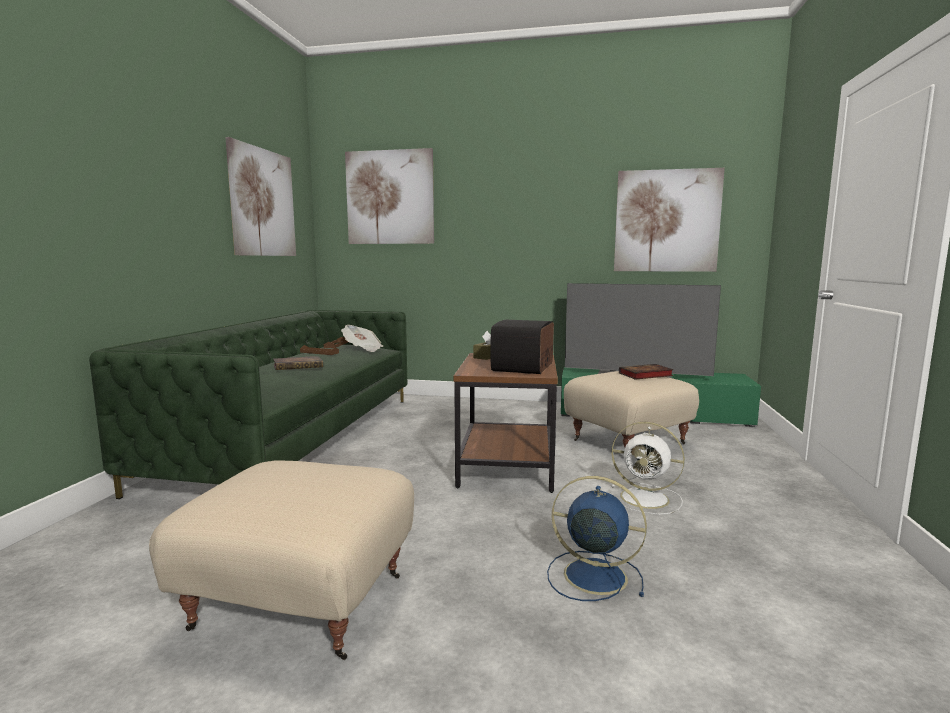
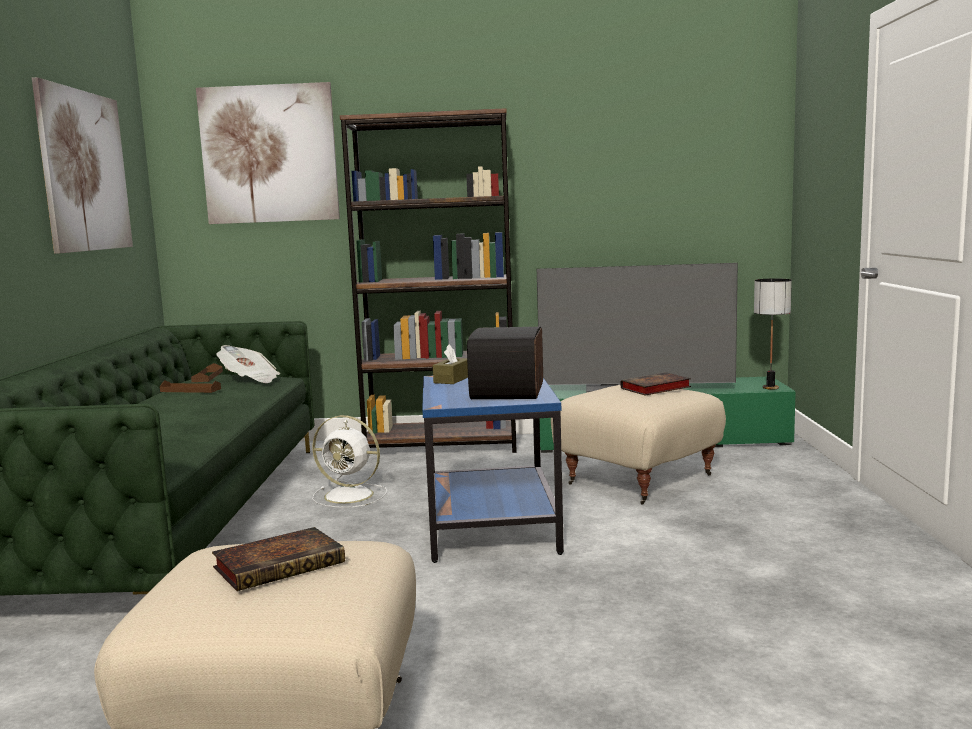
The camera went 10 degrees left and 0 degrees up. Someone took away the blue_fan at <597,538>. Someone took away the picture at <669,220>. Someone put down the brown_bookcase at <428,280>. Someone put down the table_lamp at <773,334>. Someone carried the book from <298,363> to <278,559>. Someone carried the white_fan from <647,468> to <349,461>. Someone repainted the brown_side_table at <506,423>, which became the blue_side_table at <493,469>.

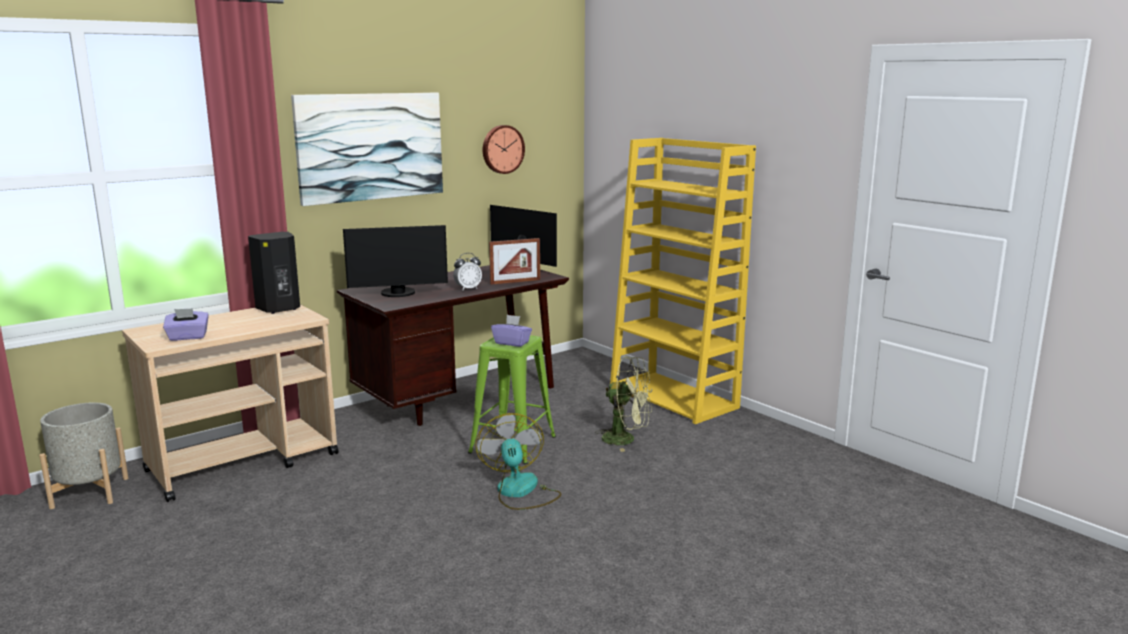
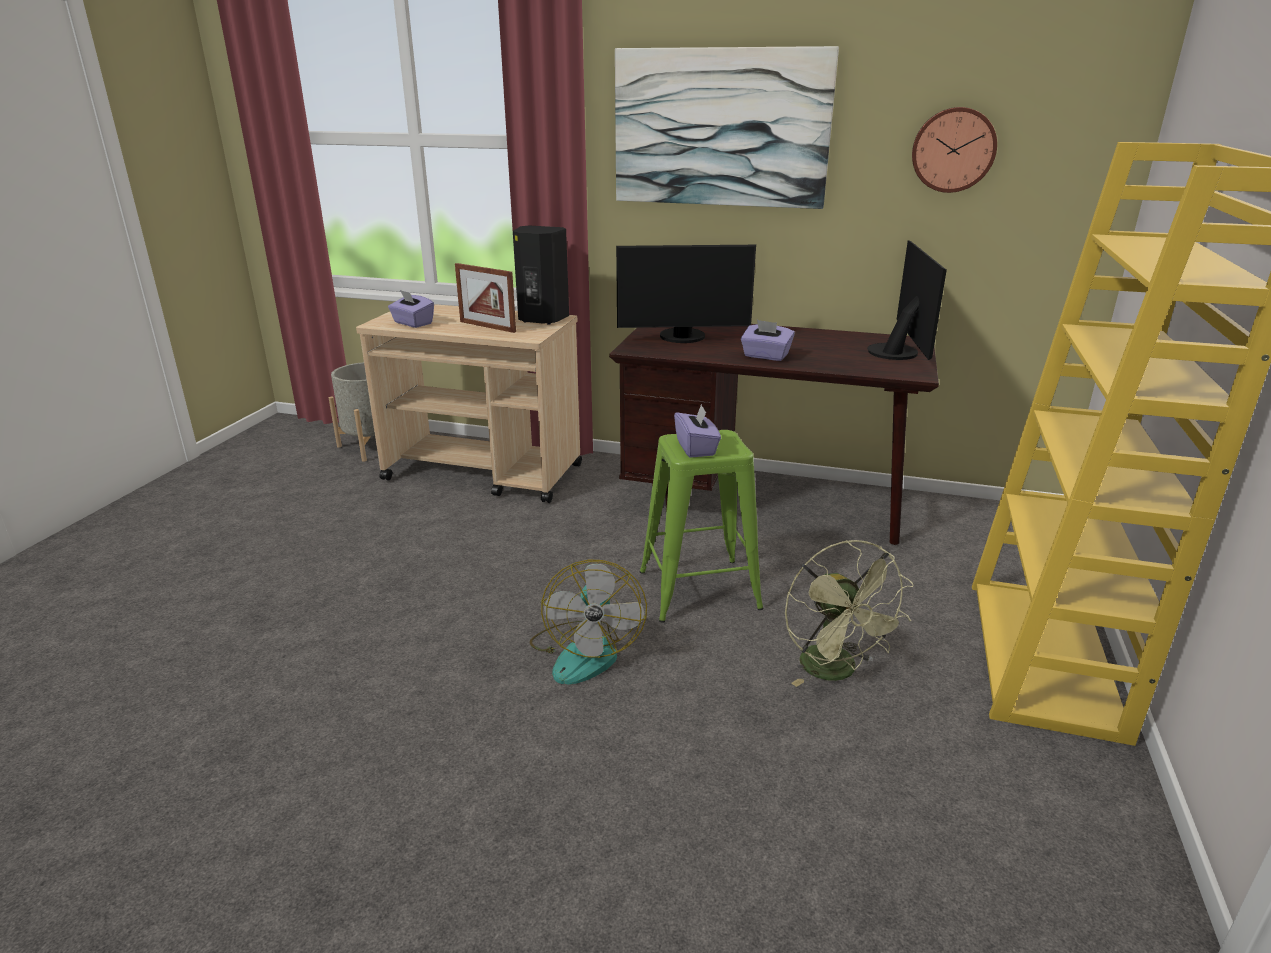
The camera went 55 degrees right and 10 degrees up. Someone carried the picture_frame from <514,261> to <485,298>. Someone swapped the alarm_clock at <467,272> for the purple_tissue_box at <768,340>. Someone rotated the monitor at <395,261> by 45 degrees counterclockwise. Someone rotated the fan at <518,461> by 135 degrees clockwise.

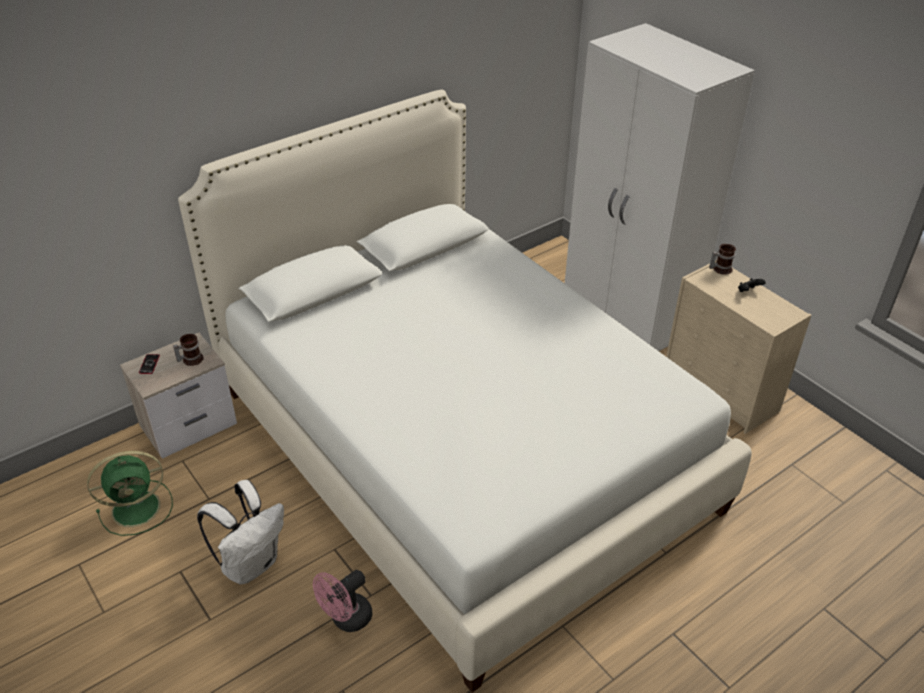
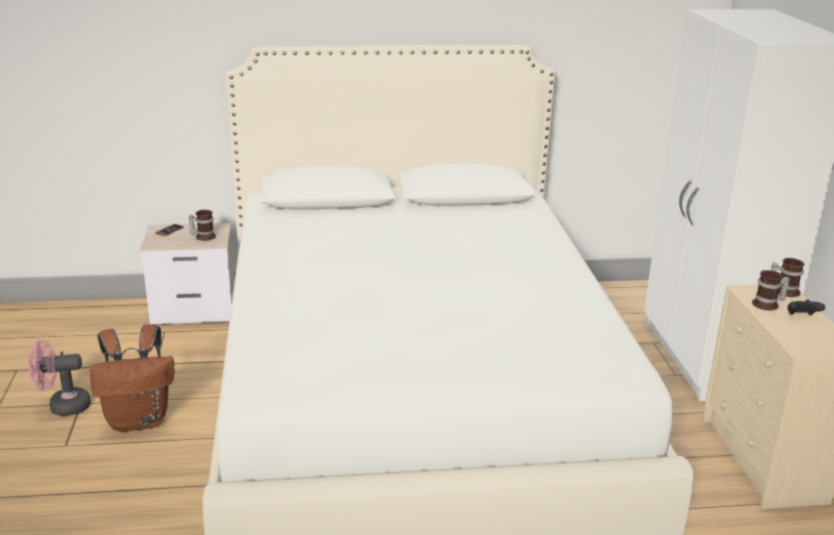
The camera went 30 degrees right and 15 degrees down. Someone took away the green_fan at <130,493>. Someone put down the mug at <771,290>. Someone carried the pink_fan from <342,601> to <60,377>. Someone repainted the white_backpack at <240,532>, which became the brown_backpack at <131,378>.

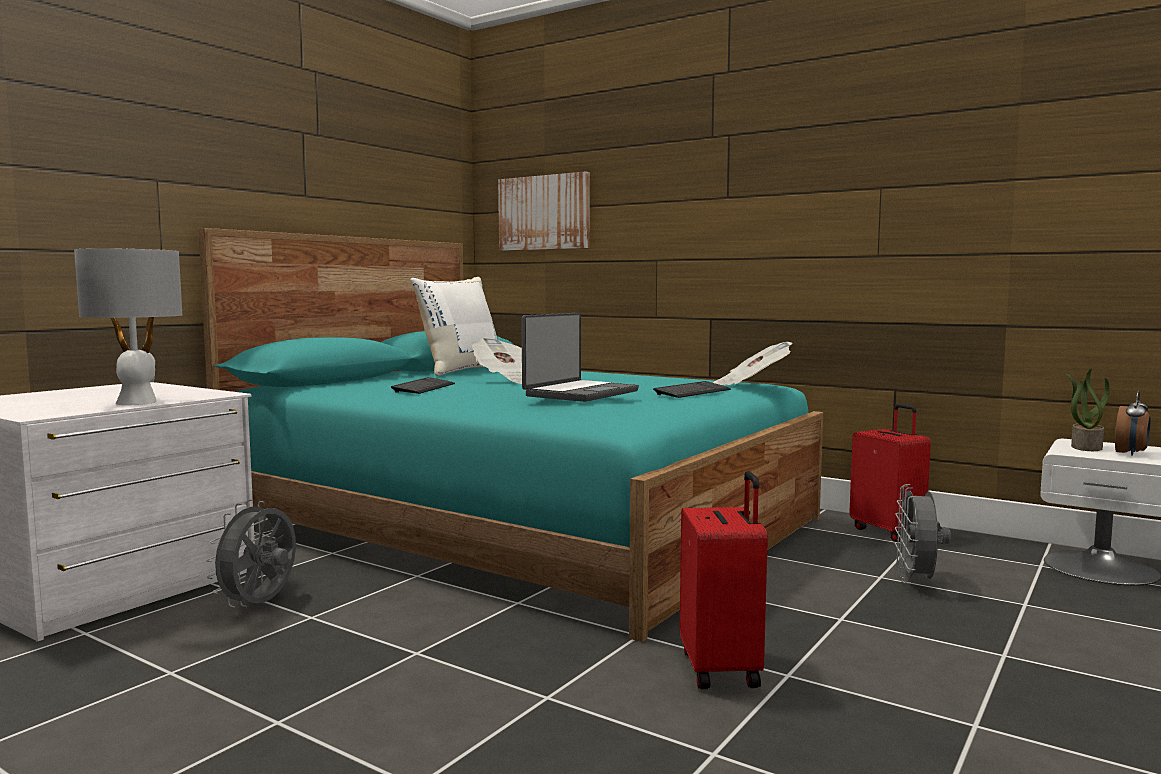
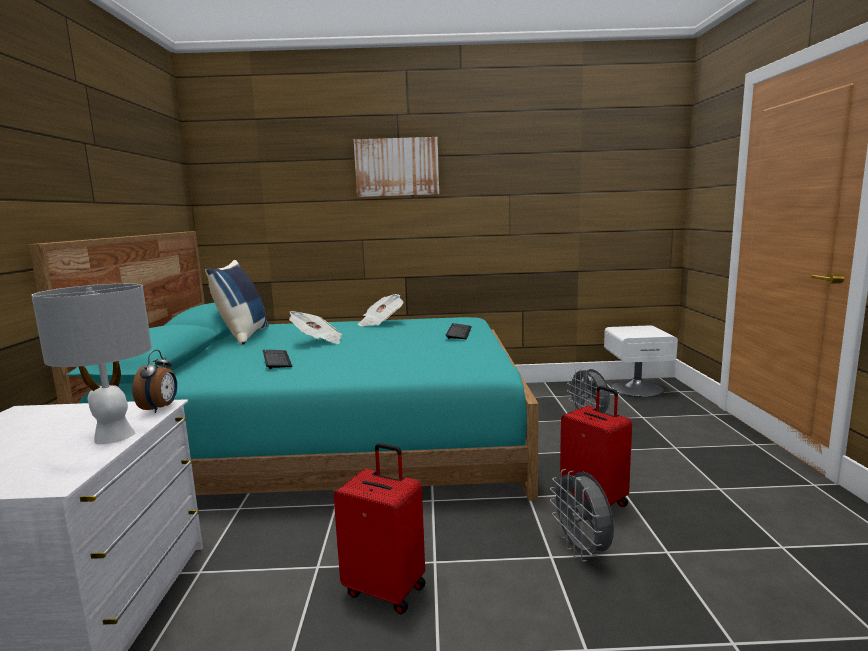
The camera went 35 degrees left and 5 degrees up. Someone took away the laptop at <580,357>. Someone took away the potted_plant at <1088,409>. Someone carried the grey_fan from <251,554> to <582,515>. Someone carried the picture from <544,211> to <396,167>. Someone carried the newspaper from <753,363> to <381,310>. Someone carried the red_suitcase from <890,473> to <380,528>. Someone carried the alarm_clock from <1132,423> to <154,381>. Someone repainted the white_pillow at <454,326>, which became the blue_pillow at <237,302>.

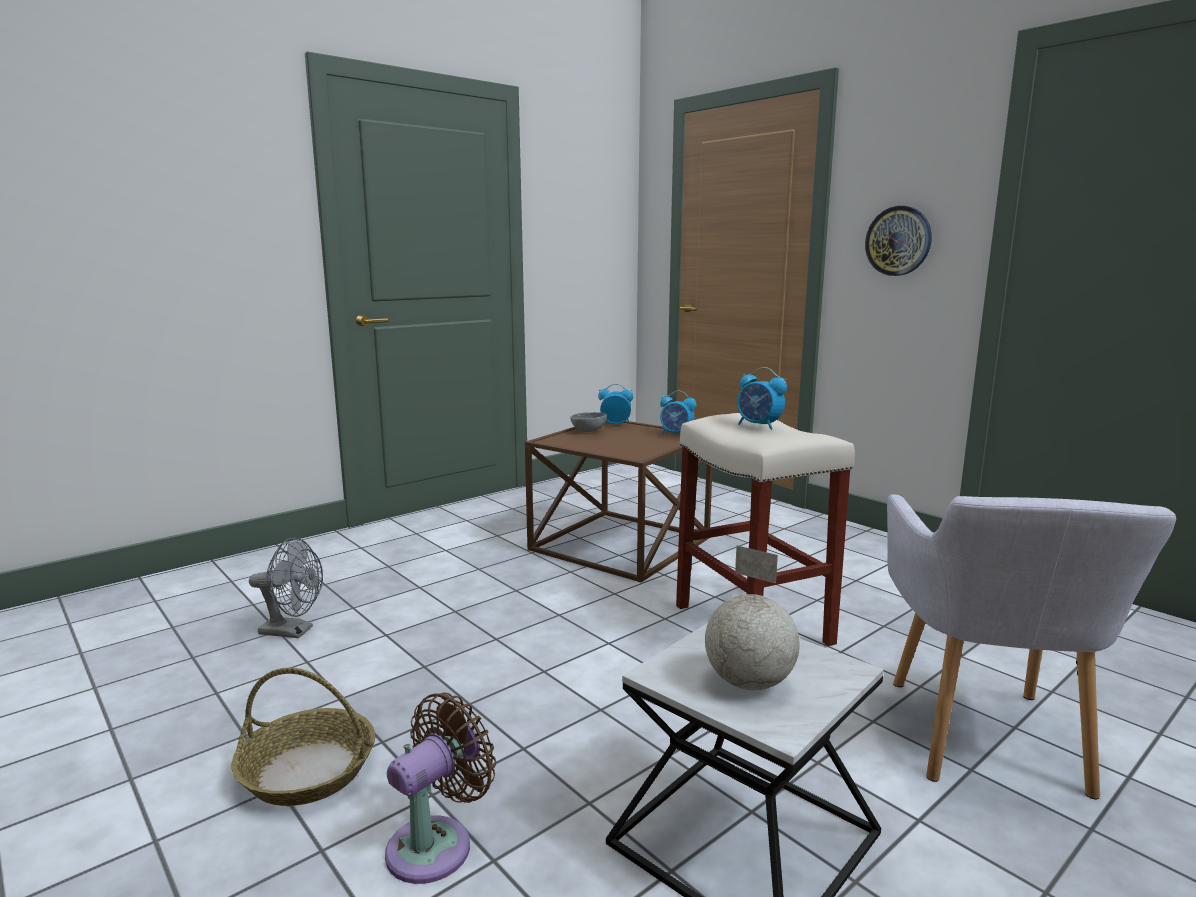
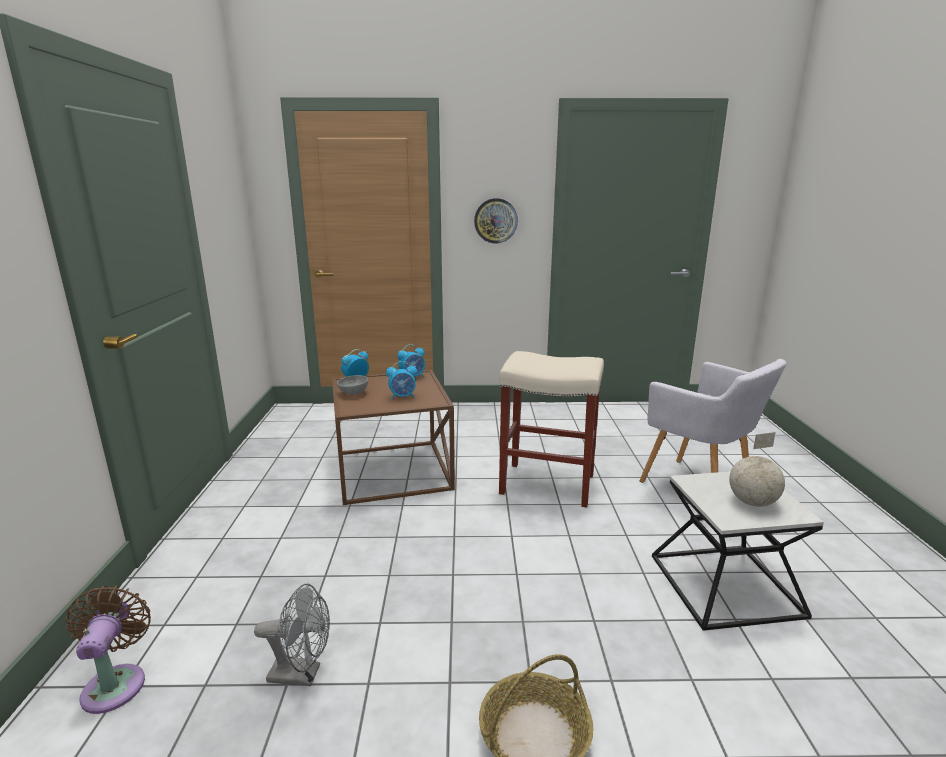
The camera went 50 degrees left and 5 degrees up. Someone carried the brown_fan from <440,788> to <108,650>. Someone carried the alarm_clock from <762,398> to <401,380>. Someone rotated the grey_fan at <286,588> by 45 degrees clockwise.

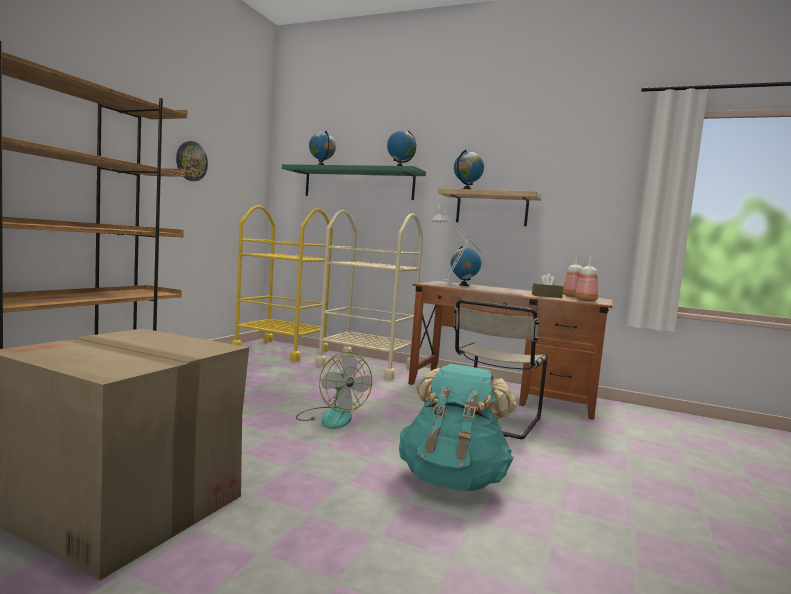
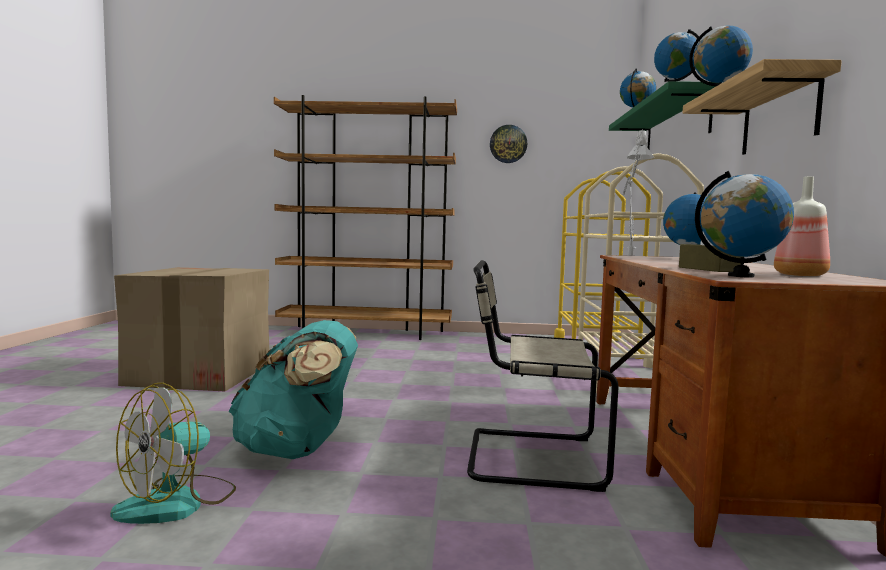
The camera went 70 degrees right and 0 degrees up. Someone carried the fan from <334,390> to <173,453>. Someone swapped the bottle at <586,278> for the globe at <744,224>.

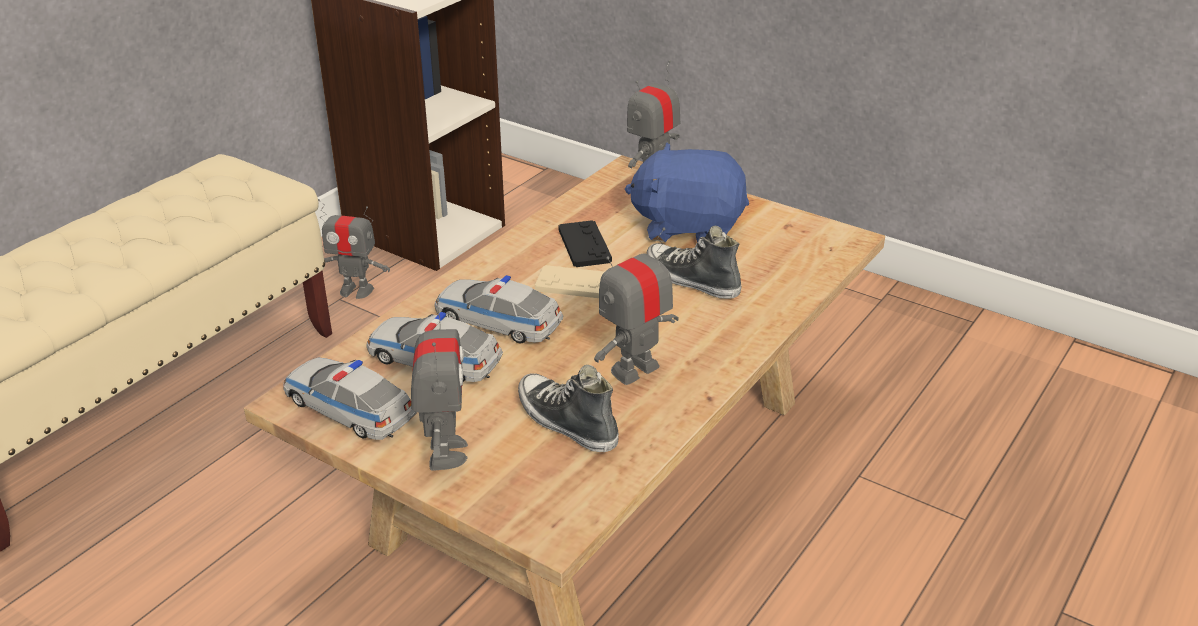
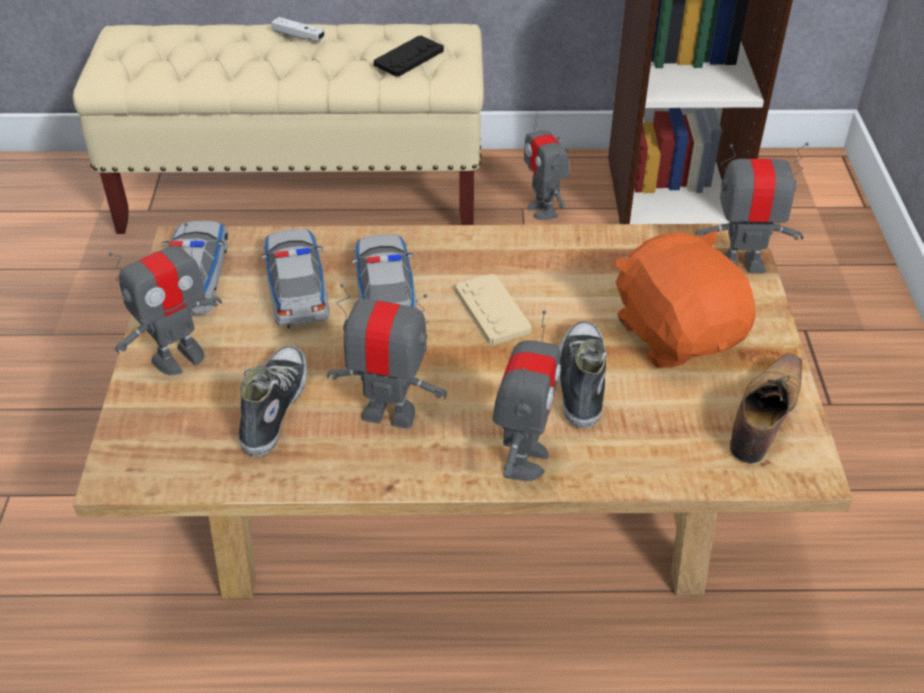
The camera went 55 degrees right and 10 degrees up. Someone put down the white_game_controller at <298,29>. Someone put down the toy_robot at <527,395>. Someone put down the shoe at <766,408>. Someone carried the black_game_controller from <585,243> to <409,56>. Someone repainted the blue_plush_toy at <687,192>, which became the orange_plush_toy at <685,299>.

